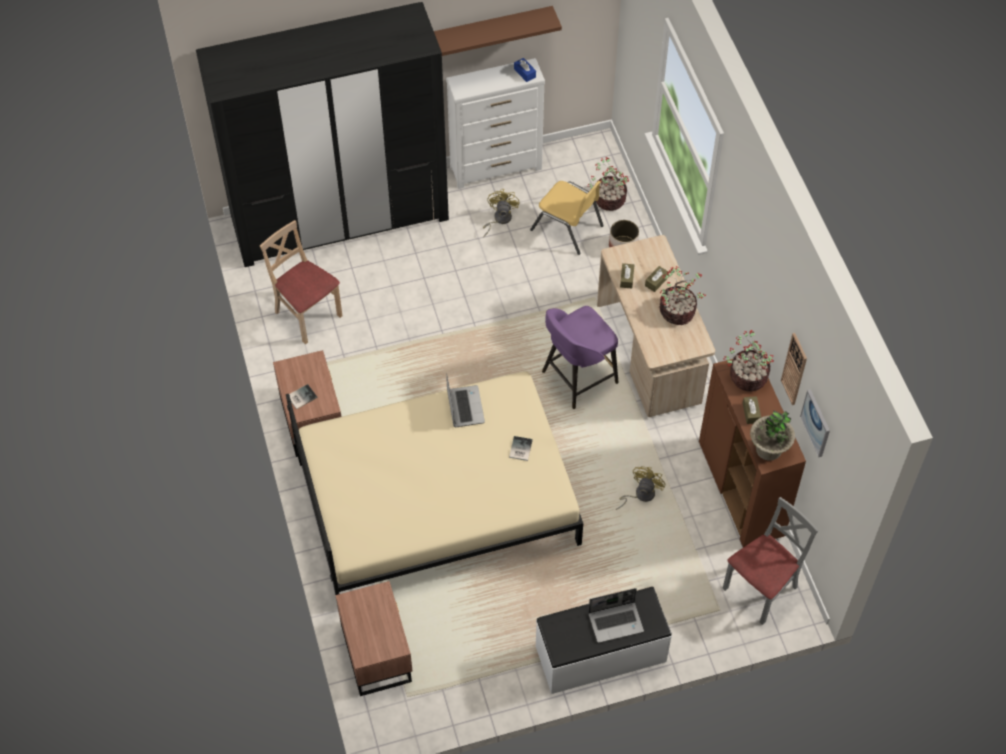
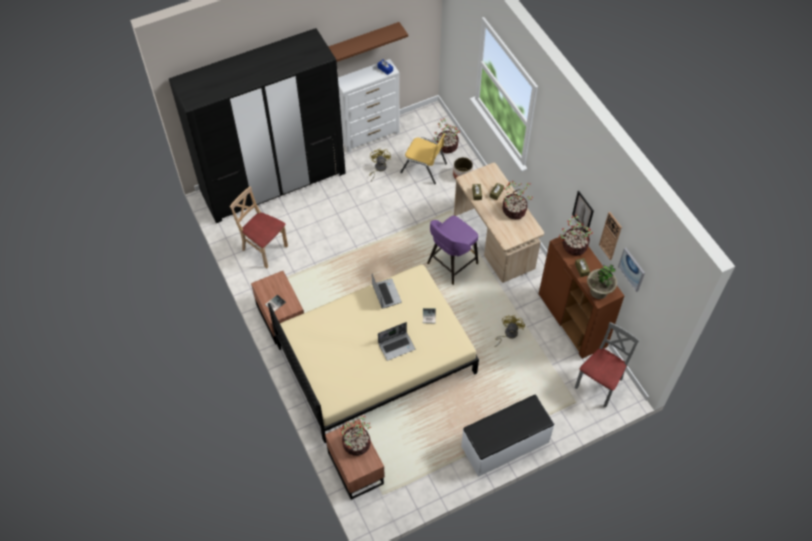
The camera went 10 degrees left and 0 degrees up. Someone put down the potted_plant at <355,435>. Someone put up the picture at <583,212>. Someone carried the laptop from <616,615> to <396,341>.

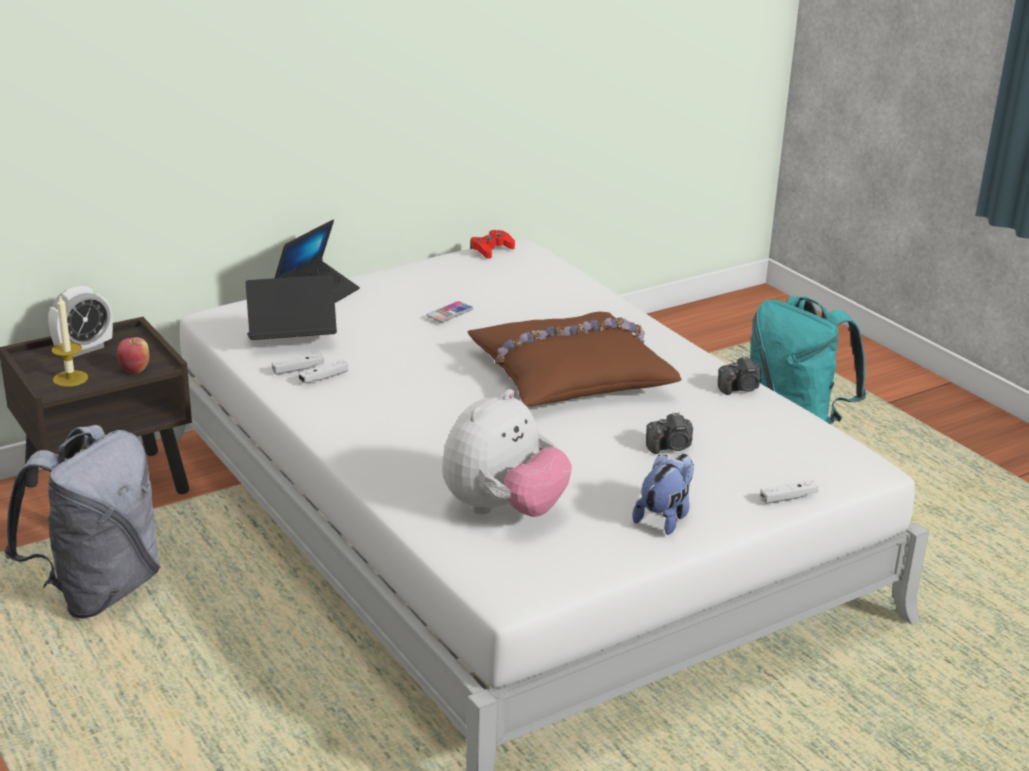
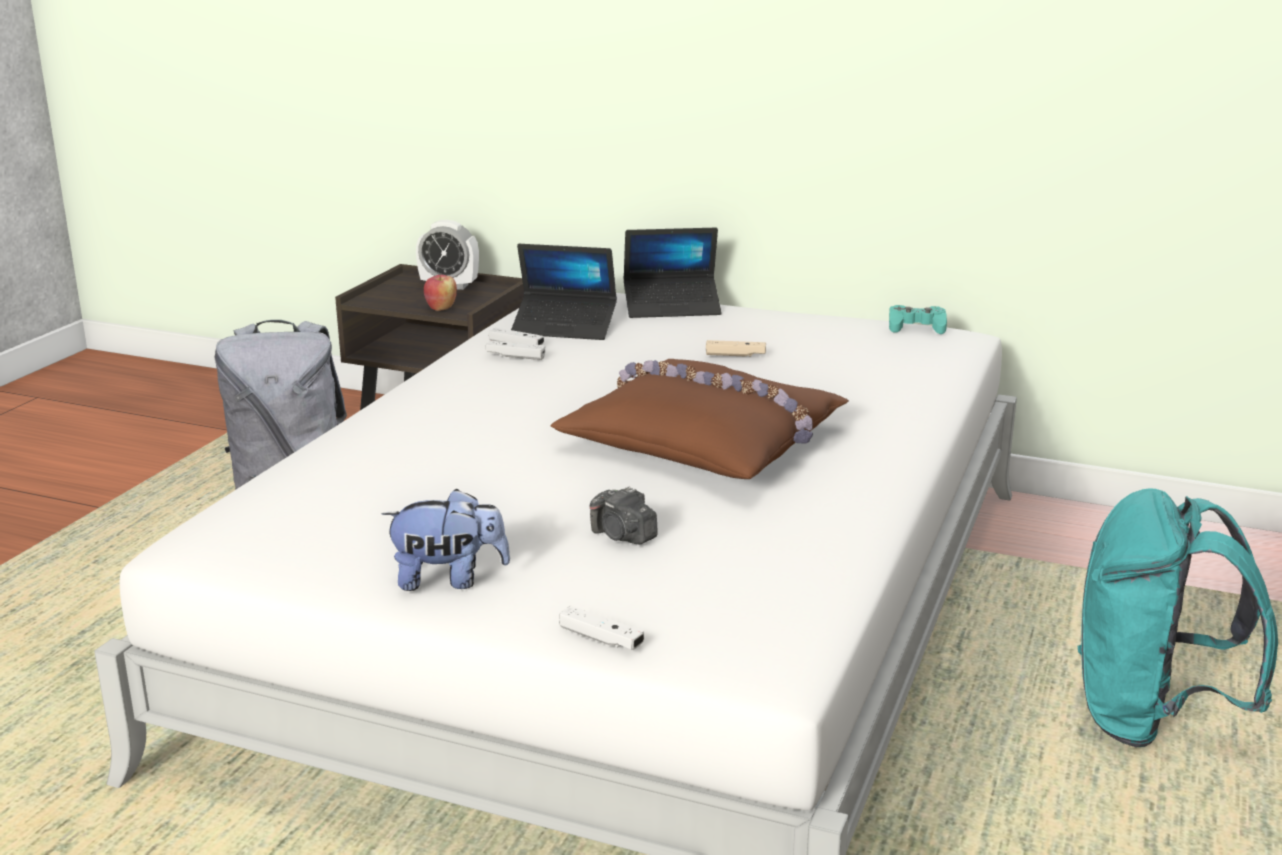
The camera went 55 degrees right and 5 degrees down. Someone took away the candle at <70,341>. Someone took away the plush_toy at <507,453>. Someone took away the photo_camera at <739,375>. Someone swapped the phone at <449,311> for the beige_game_controller at <736,348>. Someone repainted the red_game_controller at <492,244>, which became the turquoise_game_controller at <918,319>. Someone rotated the laptop at <291,307> by 150 degrees clockwise.

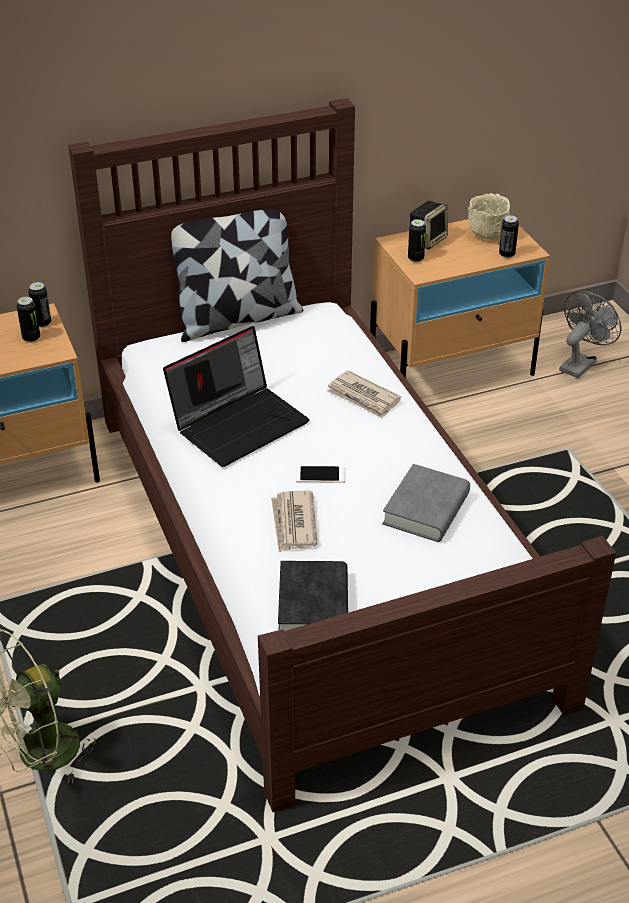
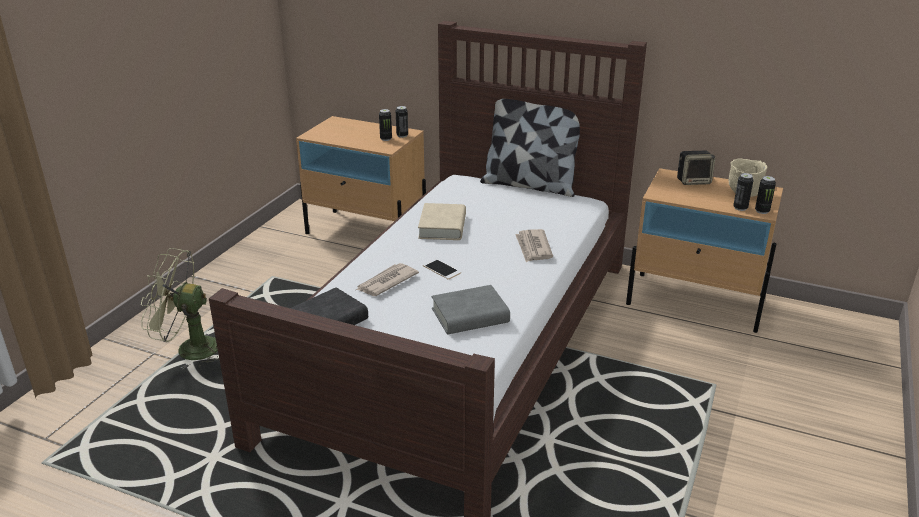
The camera went 45 degrees right and 10 degrees down. Someone took away the grey_fan at <590,334>. Someone carried the can from <417,241> to <765,195>. Someone swapped the laptop at <236,396> for the beige_book at <442,221>.

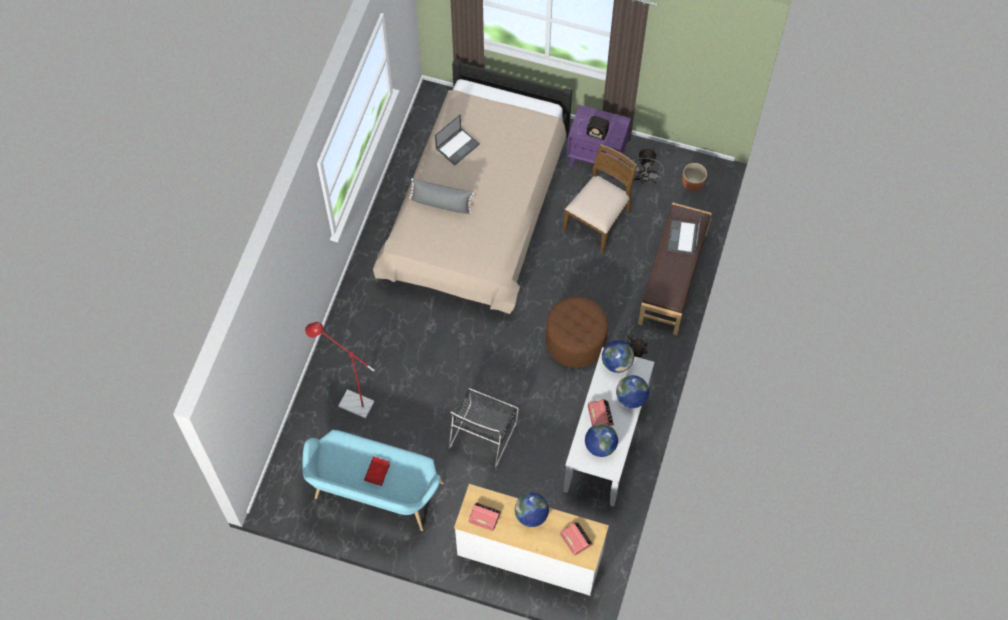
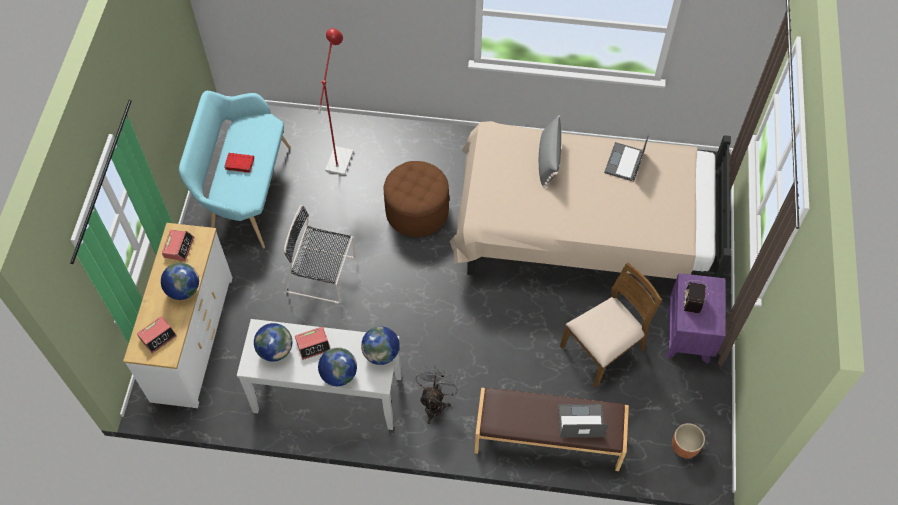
The camera went 80 degrees right and 5 degrees down. Someone took away the grey_fan at <646,165>. Someone carried the brown_ottoman from <577,332> to <416,199>. Someone rotated the laptop at <457,139> by 75 degrees clockwise. Someone rotated the brown_chair at <600,199> by 60 degrees counterclockwise.

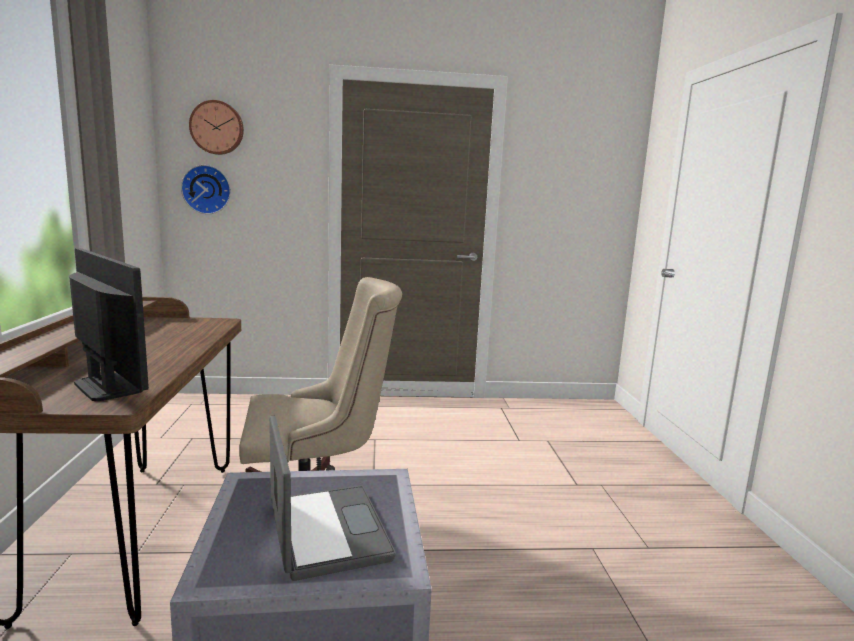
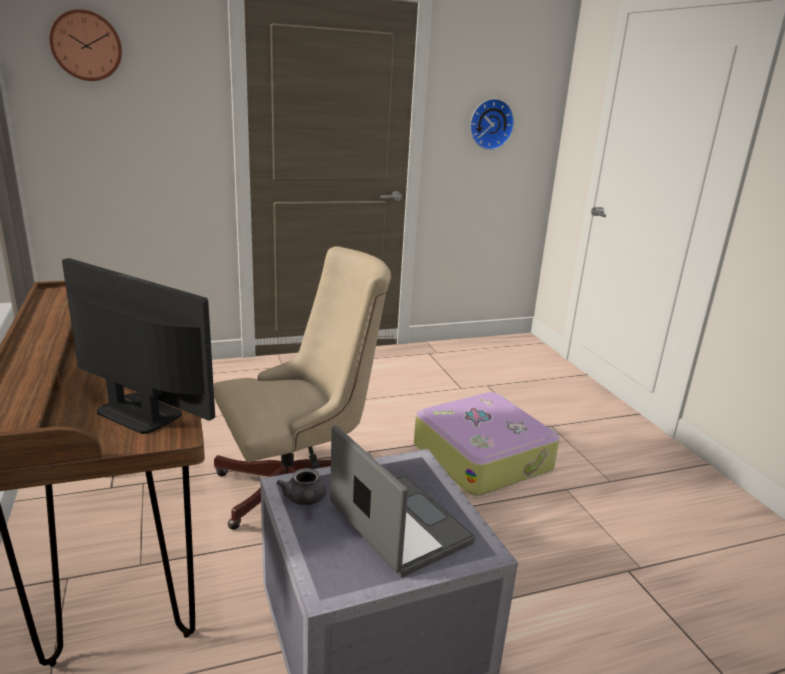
The camera went 15 degrees left and 10 degrees up. Someone put down the grey_teapot at <301,486>. Someone put down the suitcase at <487,444>. Someone carried the wall_clock from <206,189> to <492,124>.

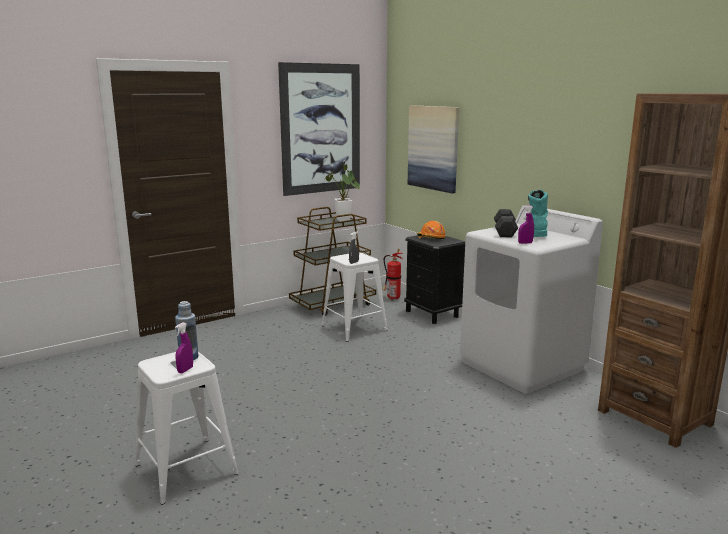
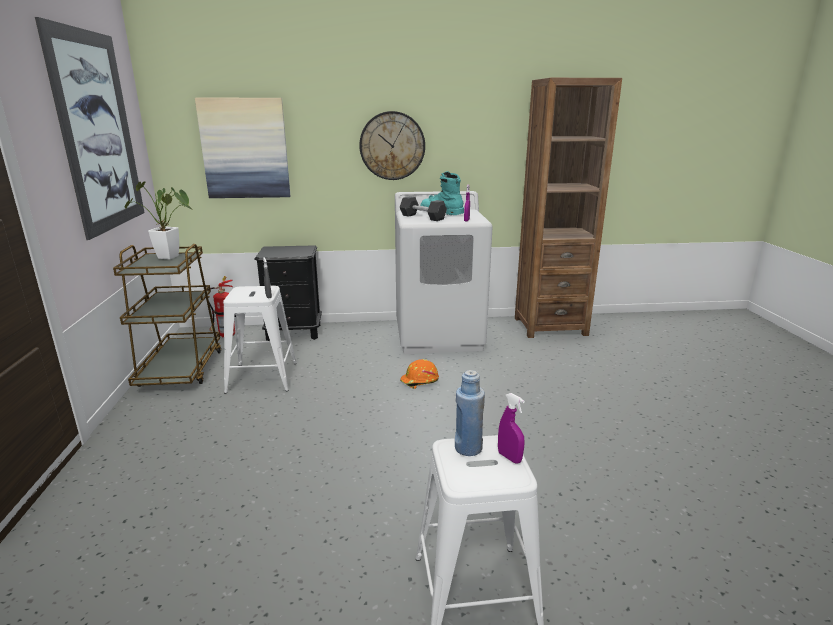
The camera went 60 degrees left and 5 degrees up. Someone put up the wall_clock at <392,145>. Someone carried the orange_hard_hat from <431,230> to <419,374>.

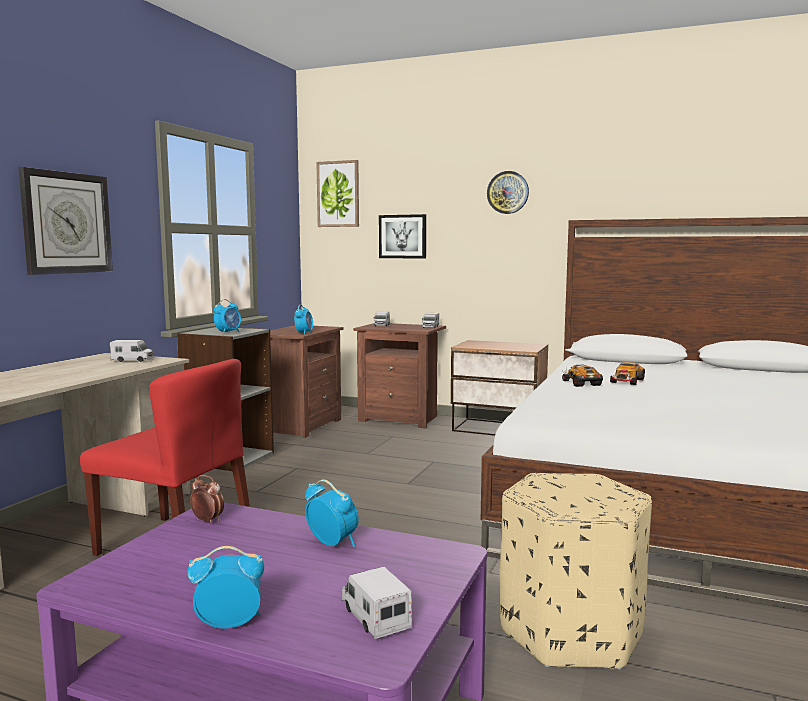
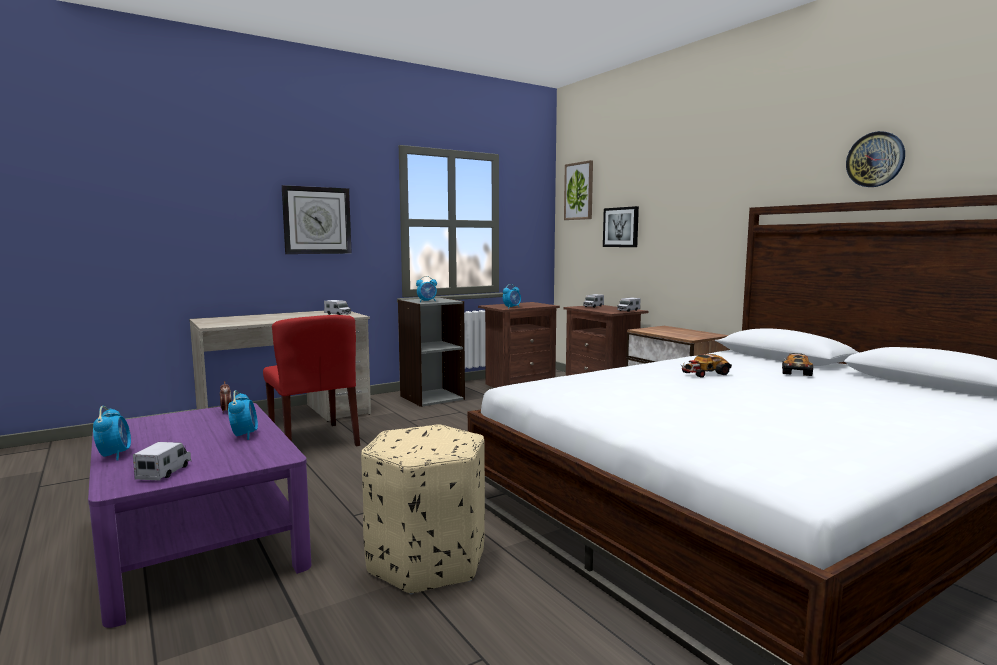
The camera went 35 degrees right and 0 degrees up. Someone carried the wall_clock from <508,192> to <875,159>. Someone carried the toy_car from <582,376> to <797,364>. Someone rotated the alarm_clock at <225,587> by 45 degrees clockwise.

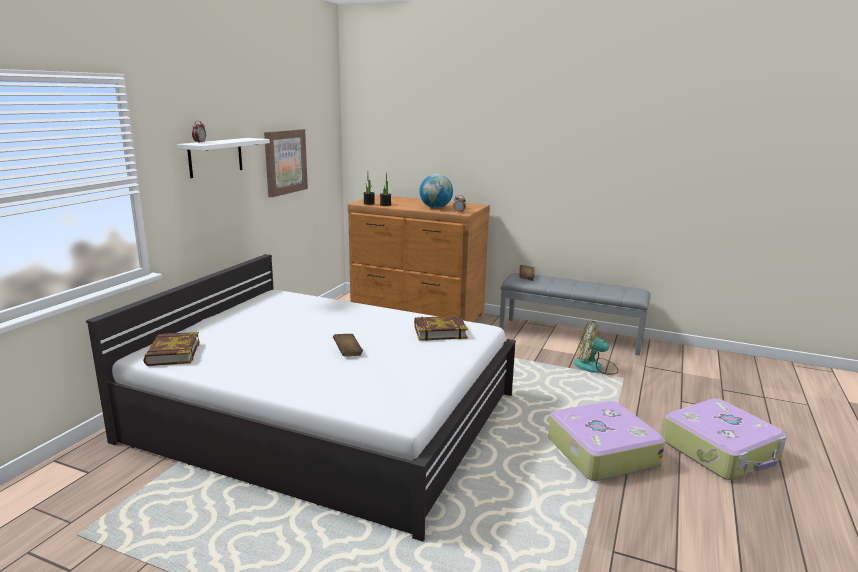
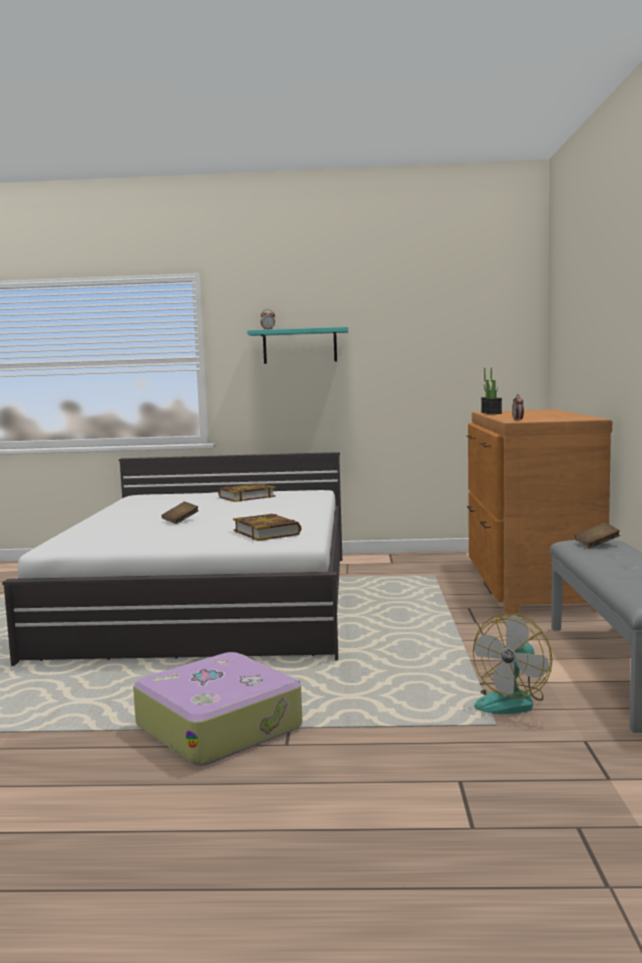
The camera went 70 degrees right and 10 degrees down. Someone took away the picture at <286,163>. Someone took away the globe at <436,191>. Someone took away the suitcase at <724,439>. Someone carried the book from <171,349> to <247,492>. Someone repainted the white_shelf at <223,158>, which became the turquoise_shelf at <297,345>. Someone rotated the fan at <596,348> by 135 degrees counterclockwise.

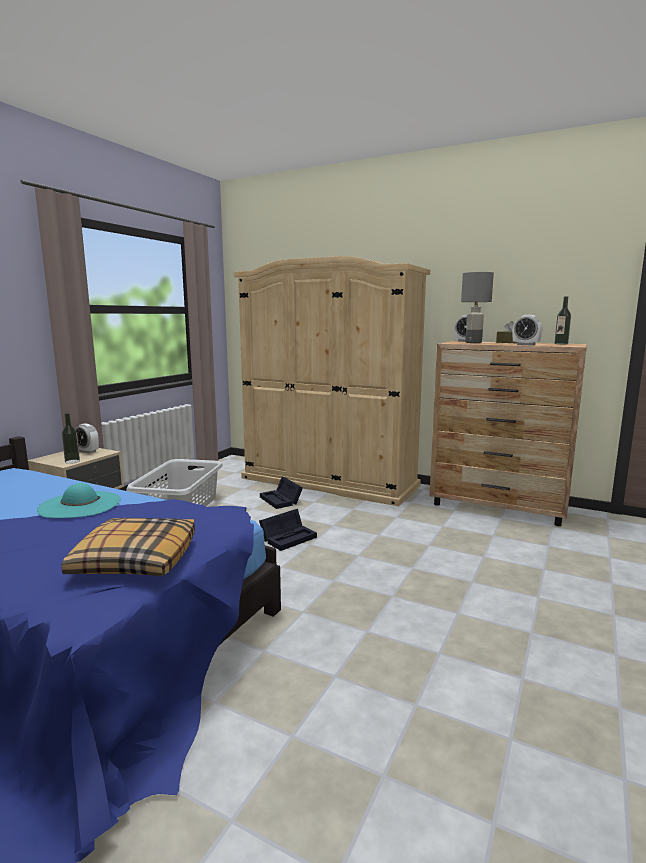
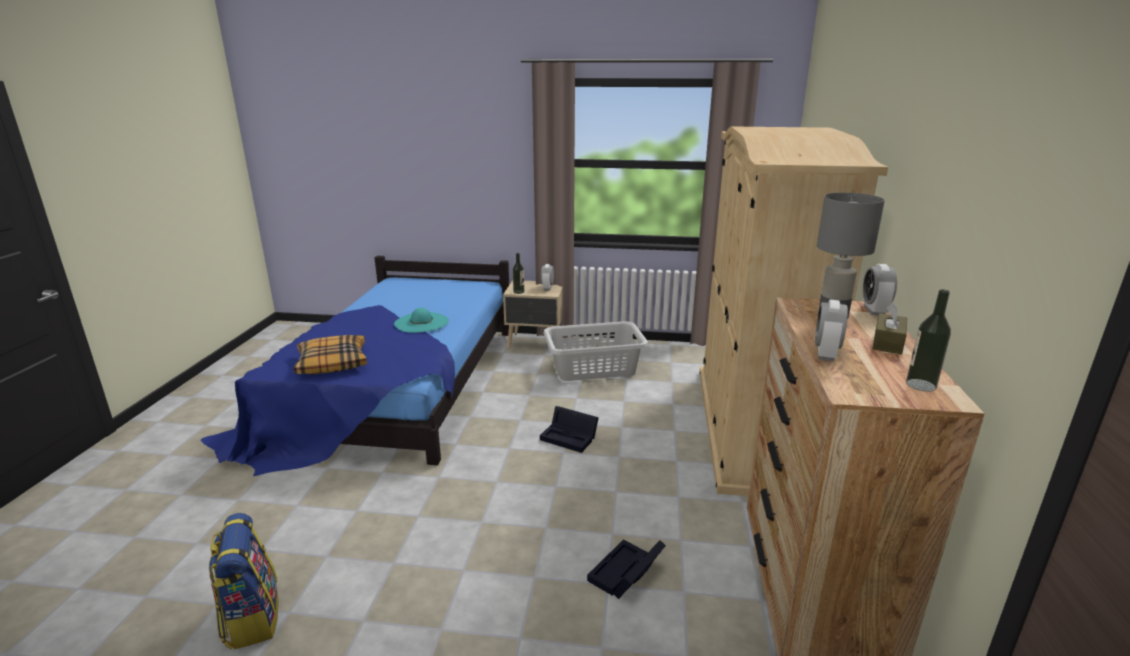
The camera went 70 degrees right and 10 degrees up. Someone put down the backpack at <243,581>. Someone carried the black_storage_box from <281,493> to <626,569>.

